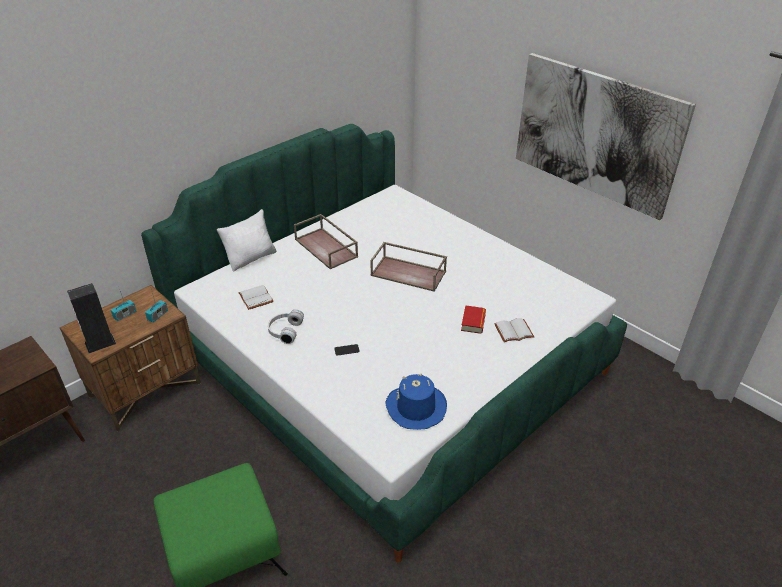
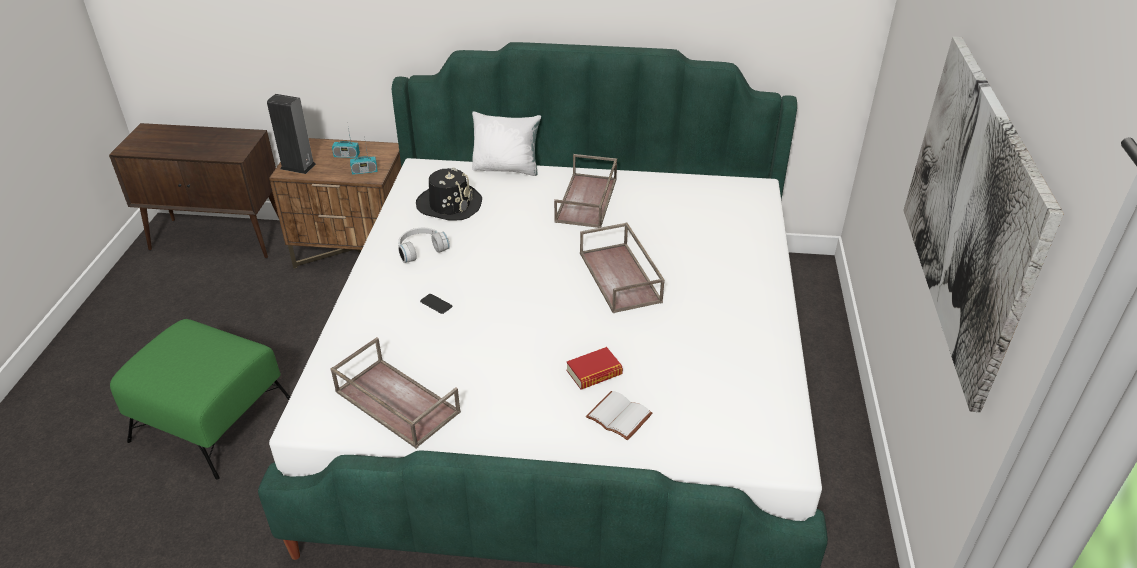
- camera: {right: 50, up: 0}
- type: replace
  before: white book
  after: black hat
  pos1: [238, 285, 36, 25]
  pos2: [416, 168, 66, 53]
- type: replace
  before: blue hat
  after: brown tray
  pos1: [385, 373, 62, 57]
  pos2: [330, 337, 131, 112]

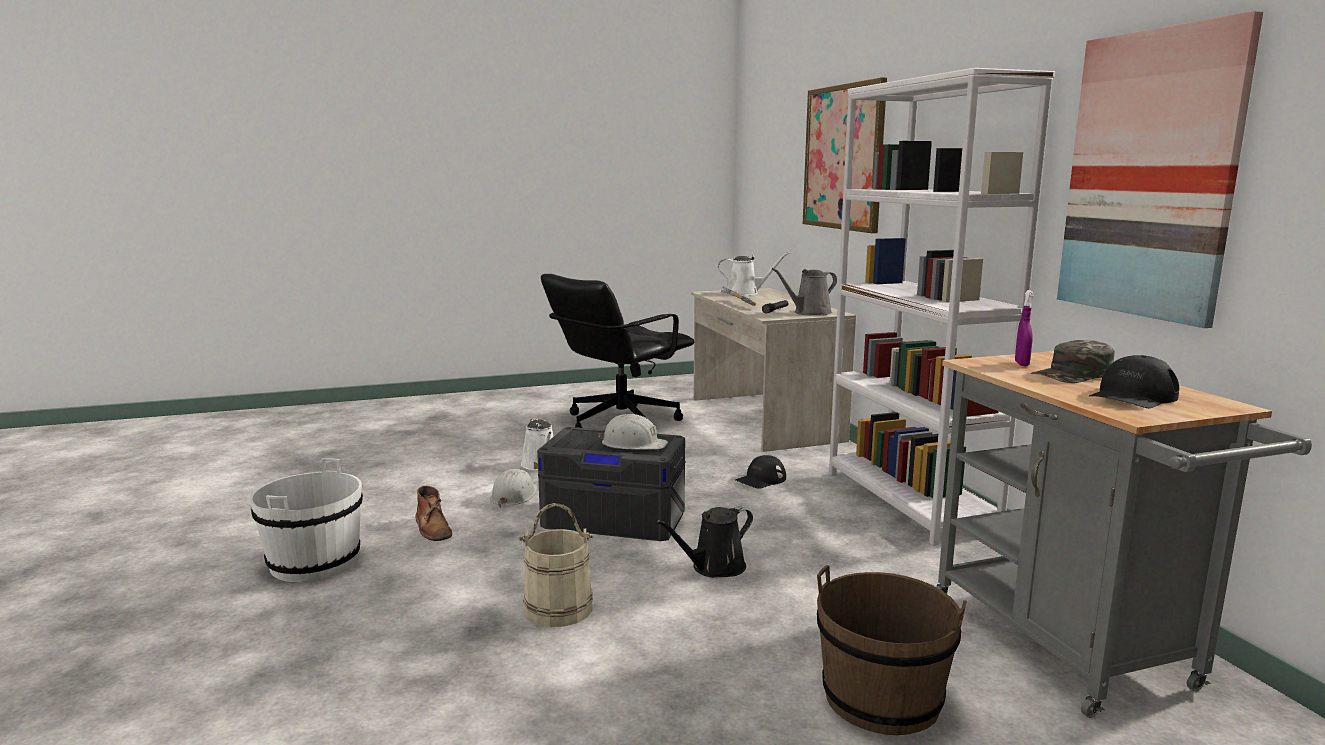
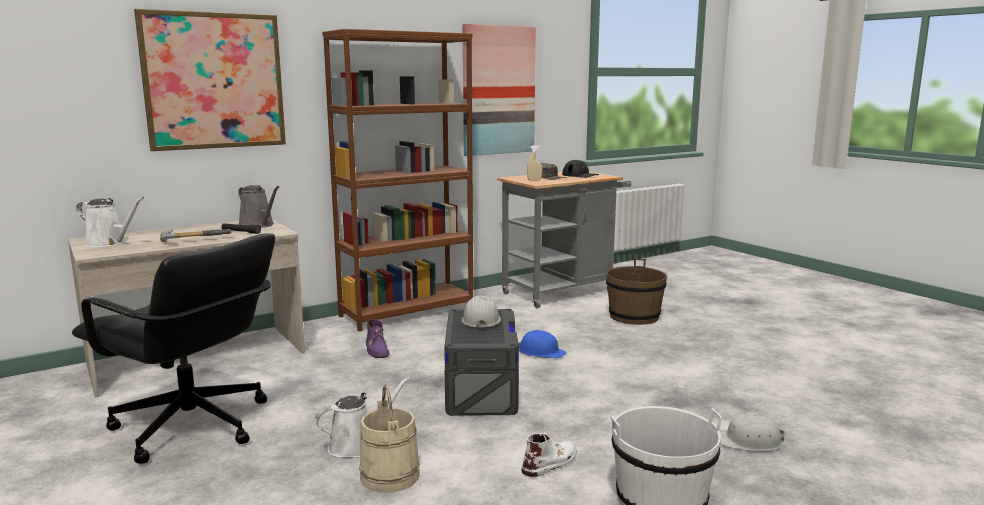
- camera: {right: -105, up: 0}
- type: recolor
  before: brown boot
  after: white boot
  pos1: [416, 486, 36, 55]
  pos2: [522, 432, 55, 45]
- type: move
  before: white hard hat
  pos1: [490, 469, 48, 39]
  pos2: [720, 412, 64, 40]
- type: move
  before: beige bucket
  pos1: [519, 503, 74, 124]
  pos2: [359, 385, 61, 108]
- type: replace
  before: black watering can
  after: blue hard hat
  pos1: [656, 507, 97, 71]
  pos2: [518, 330, 49, 28]
- type: rotate
  before: white watering can
  pos1: [718, 252, 71, 43]
  pos2: [76, 197, 68, 50]
  turn: 120
- type: replace
  before: black cap
  after: purple boot
  pos1: [735, 455, 51, 34]
  pos2: [366, 319, 23, 39]
- type: recolor
  before: white bookcase
  after: brown bookcase
  pos1: [829, 68, 226, 478]
  pos2: [322, 29, 151, 302]
- type: recolor
  before: purple spray bottle
  after: beige spray bottle
  pos1: [1015, 290, 19, 76]
  pos2: [527, 145, 15, 36]

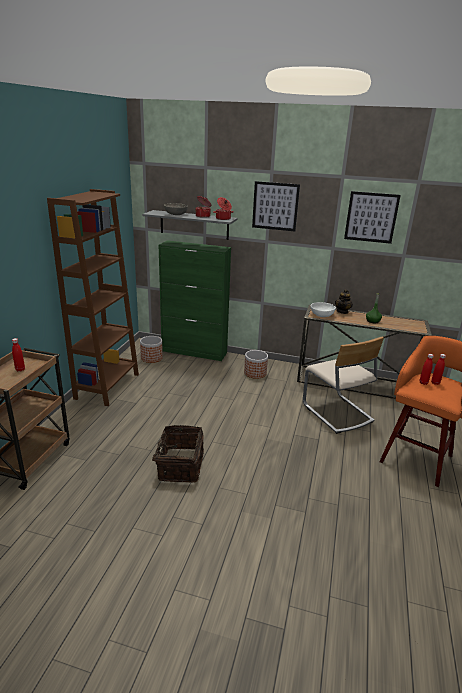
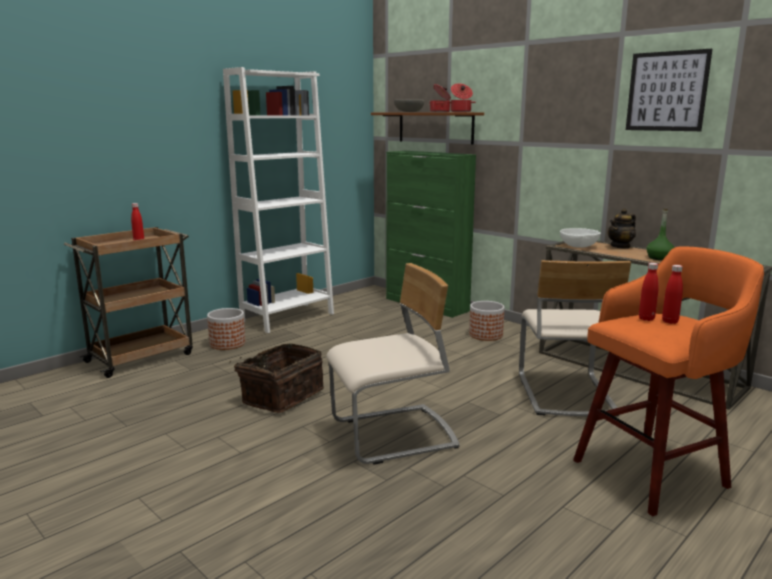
- camera: {right: 30, up: -10}
- type: recolor
  before: brown bookcase
  after: white bookcase
  pos1: [47, 189, 92, 217]
  pos2: [223, 67, 111, 266]
- type: move
  before: planter
  pos1: [140, 336, 23, 27]
  pos2: [207, 308, 38, 42]
- type: recolor
  before: grey shelf
  after: brown shelf
  pos1: [142, 210, 95, 30]
  pos2: [371, 112, 113, 32]
- type: delete
  before: picture
  pos1: [252, 181, 48, 50]
- type: insert
  after: beige chair
  pos2: [326, 263, 134, 202]

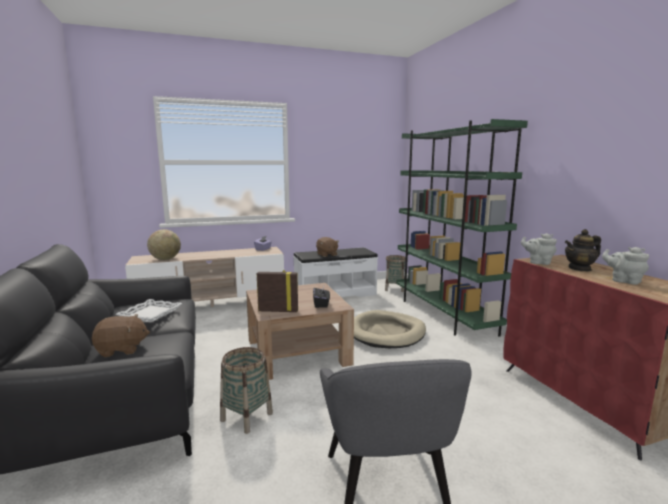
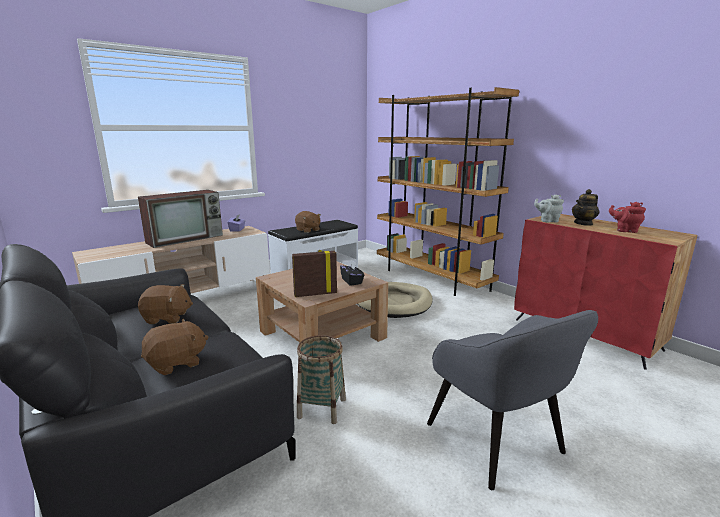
- camera: {right: -20, up: 5}
- type: replace
  before: white tray
  after: brown plush toy
  pos1: [116, 299, 66, 23]
  pos2: [138, 284, 55, 40]
- type: delete
  before: globe
  pos1: [147, 229, 34, 31]
- type: delete
  before: basket
  pos1: [385, 255, 21, 37]
- type: recolor
  before: green bookcase
  after: brown bookcase
  pos1: [396, 119, 132, 218]
  pos2: [377, 87, 142, 209]
- type: recolor
  before: grey teapot
  after: red teapot
  pos1: [602, 247, 47, 38]
  pos2: [609, 202, 37, 31]
- type: insert
  after: television
  pos2: [138, 190, 85, 58]

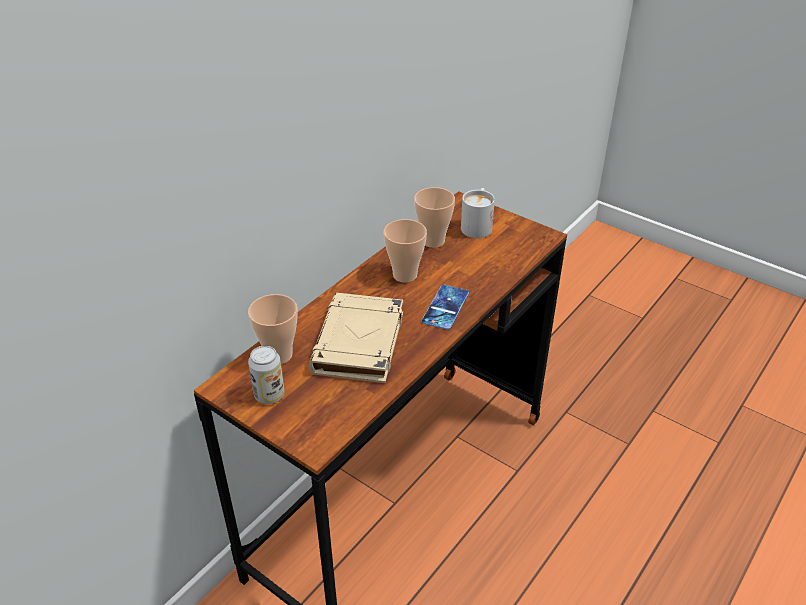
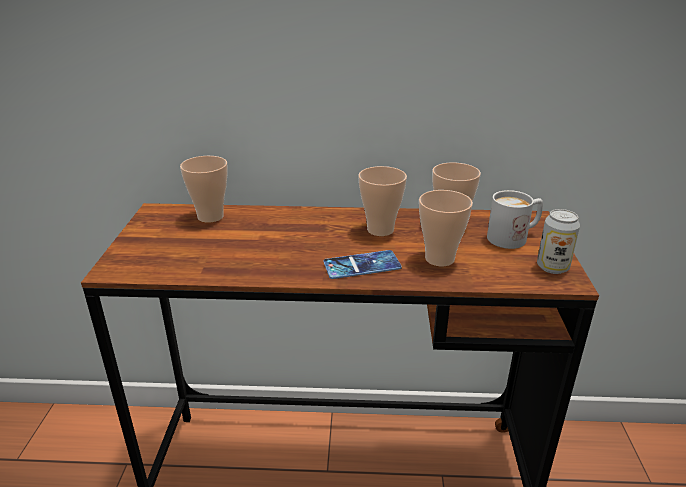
- camera: {right: 55, up: -10}
- type: move
  before: can
  pos1: [248, 346, 37, 58]
  pos2: [537, 209, 43, 65]
- type: delete
  before: beige book
  pos1: [308, 293, 95, 90]
- type: insert
  after: cup
  pos2: [419, 190, 54, 77]

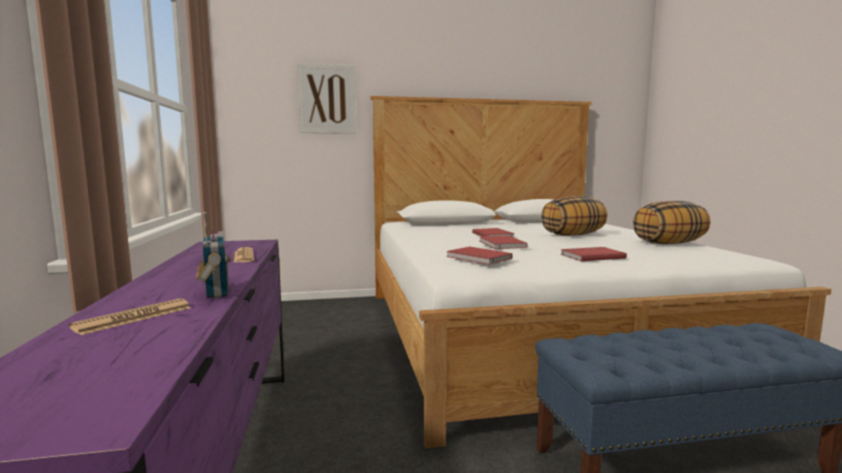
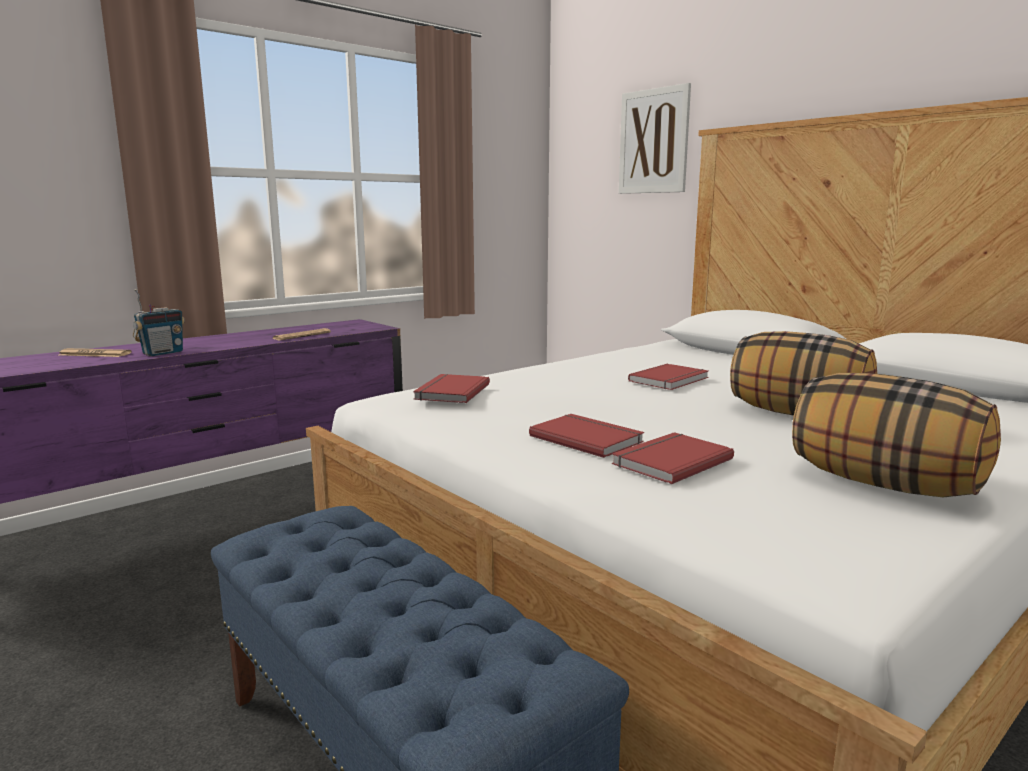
- camera: {right: 60, up: 5}
- type: move
  before: red book
  pos1: [480, 236, 48, 13]
  pos2: [612, 432, 122, 52]

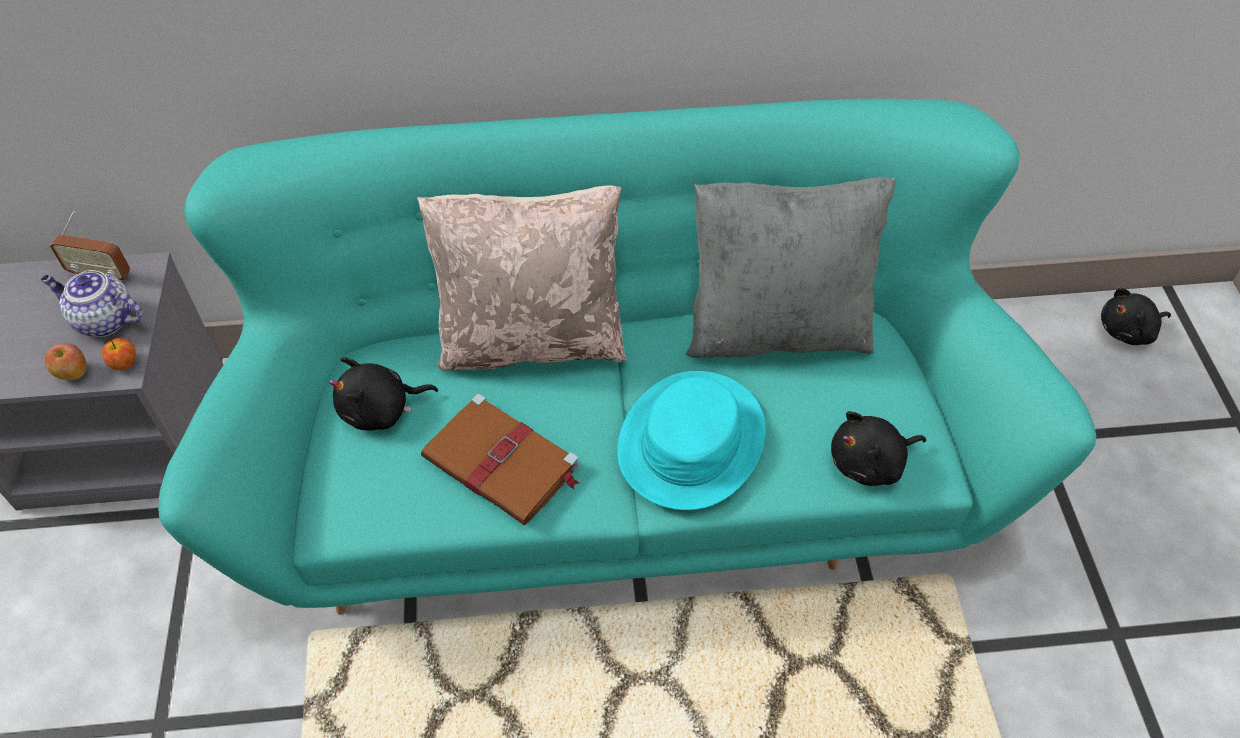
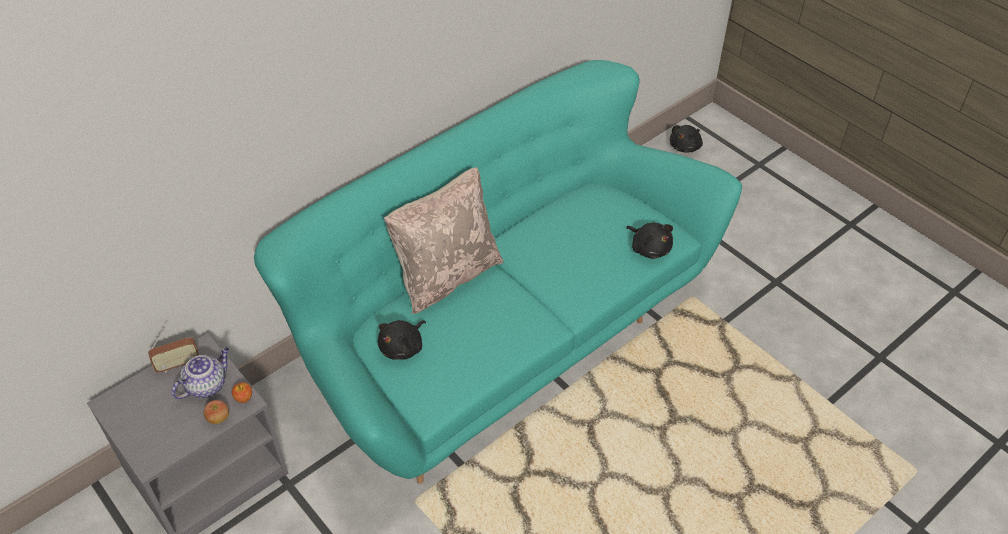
- camera: {right: -35, up: -5}
- type: rotate
  before: teapot
  pos1: [41, 270, 102, 67]
  pos2: [171, 347, 58, 52]
  turn: 150
- type: delete
  before: brown book
  pos1: [421, 394, 158, 132]
- type: delete
  before: turquoise hat
  pos1: [617, 371, 149, 139]
- type: delete
  before: grey pillow
  pos1: [686, 177, 209, 181]
- type: rotate
  before: black plush toy
  pos1: [831, 411, 95, 75]
  pos2: [626, 223, 47, 36]
  turn: -75

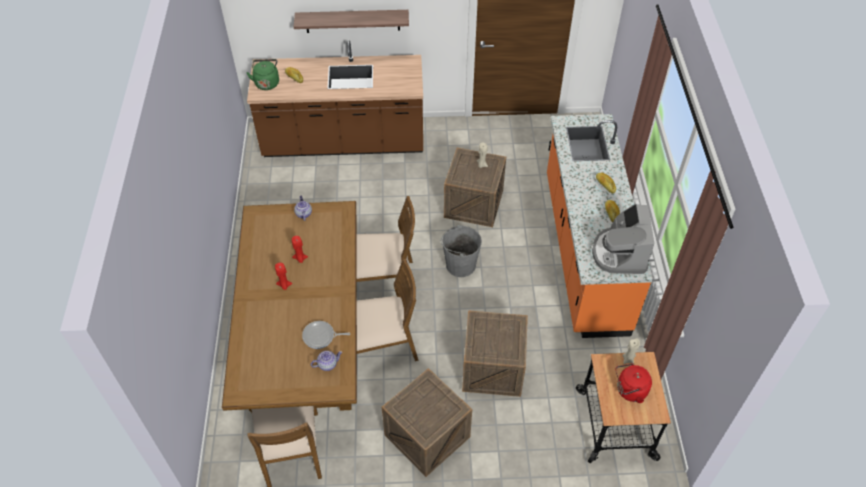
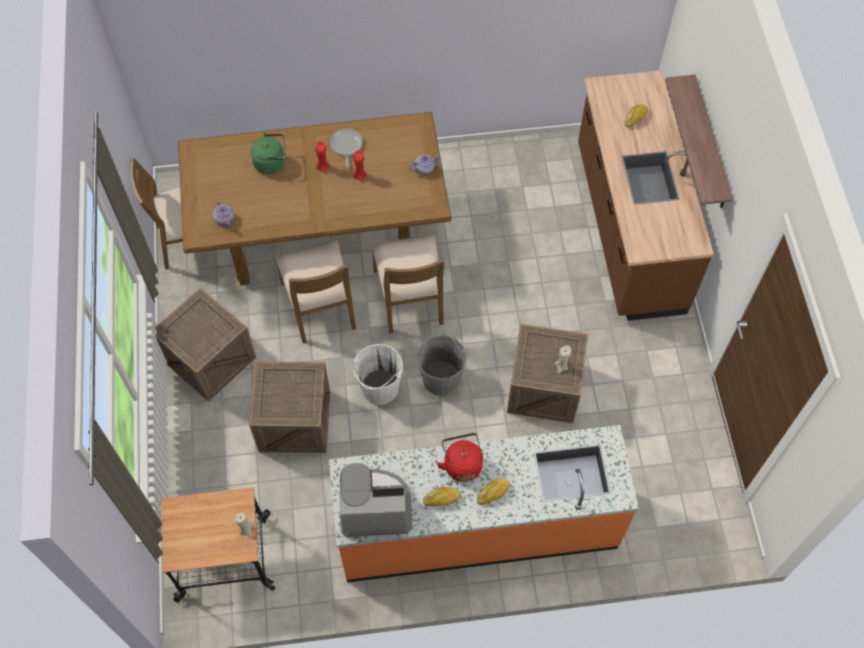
- camera: {right: 85, up: 10}
- type: move
  before: green kettle
  pos1: [247, 59, 32, 31]
  pos2: [251, 133, 35, 41]
- type: move
  before: frying pan
  pos1: [302, 321, 48, 28]
  pos2: [330, 128, 33, 40]
- type: move
  before: red kettle
  pos1: [615, 363, 37, 40]
  pos2: [437, 433, 46, 49]
- type: insert
  after: white bucket
  pos2: [353, 344, 50, 61]

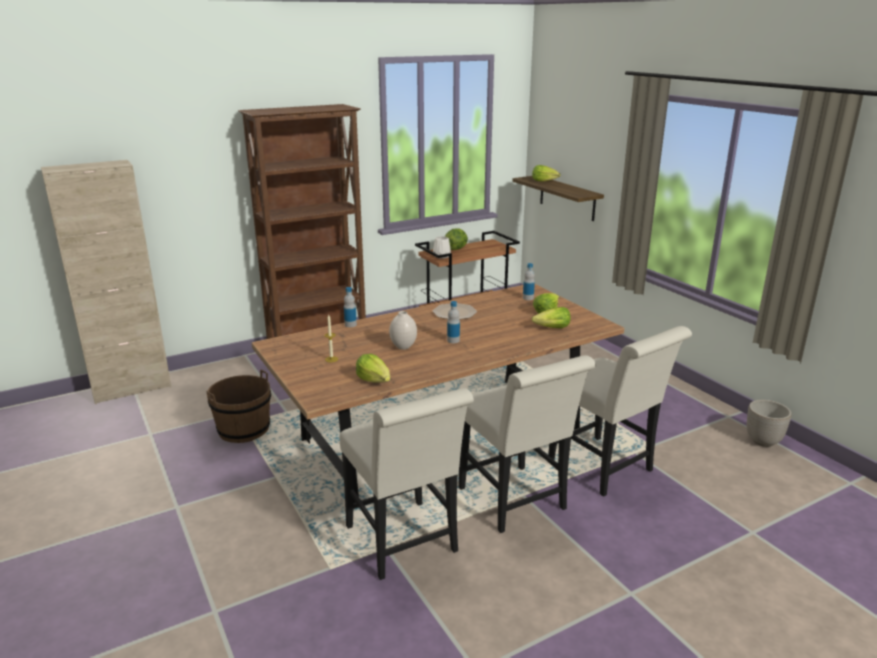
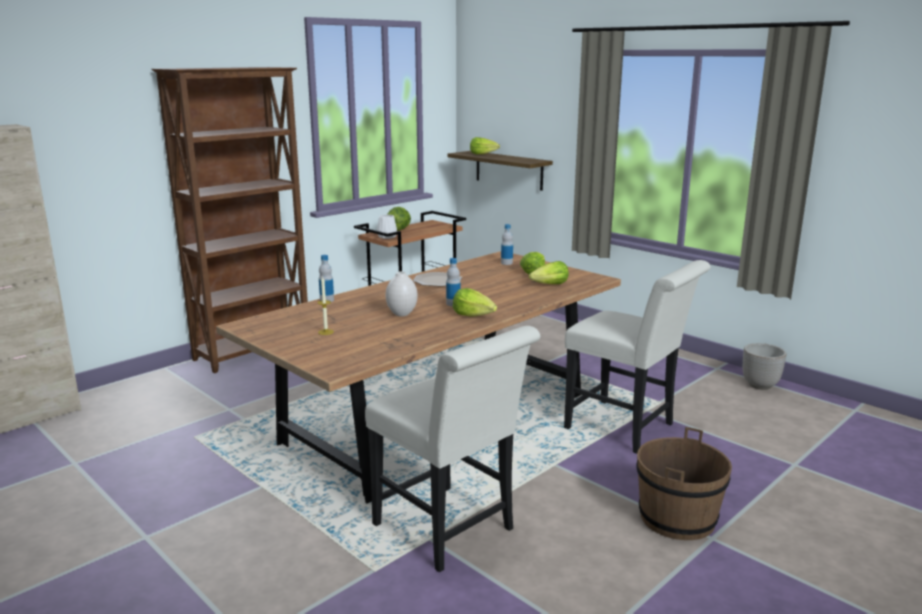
- camera: {right: -15, up: -5}
- type: move
  before: brown bucket
  pos1: [207, 370, 64, 73]
  pos2: [636, 427, 96, 113]
- type: move
  before: lettuce
  pos1: [356, 354, 34, 29]
  pos2: [453, 288, 44, 29]
- type: delete
  before: white chair
  pos1: [458, 355, 138, 178]

